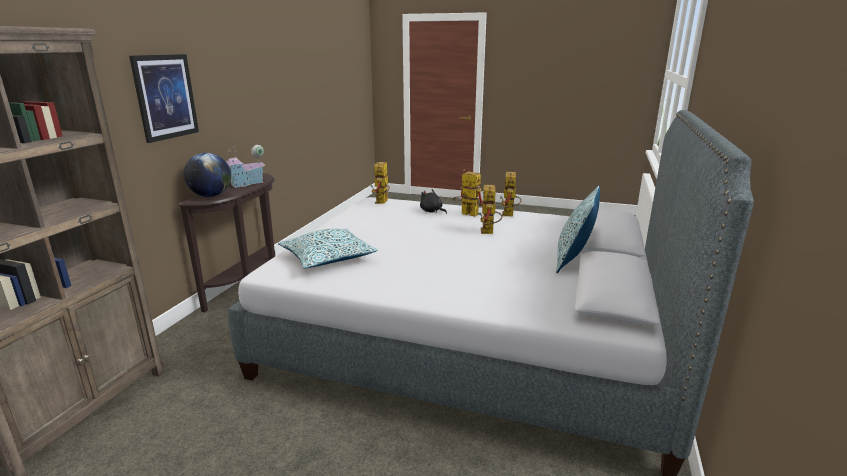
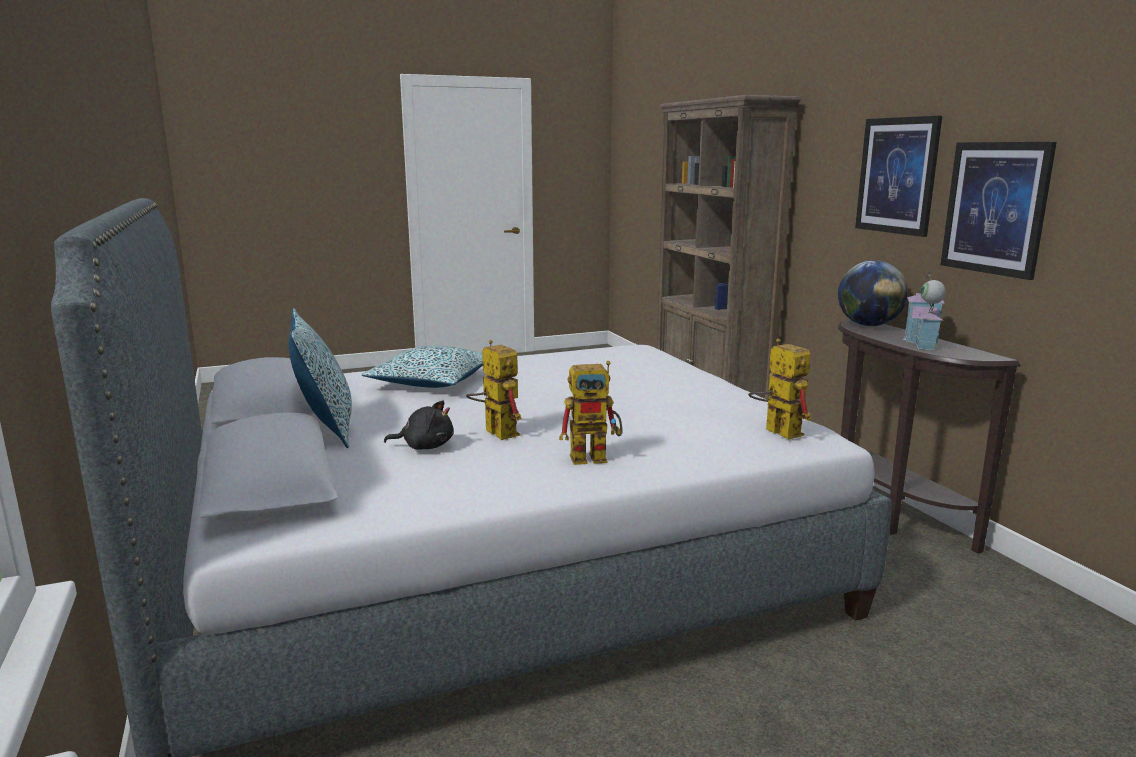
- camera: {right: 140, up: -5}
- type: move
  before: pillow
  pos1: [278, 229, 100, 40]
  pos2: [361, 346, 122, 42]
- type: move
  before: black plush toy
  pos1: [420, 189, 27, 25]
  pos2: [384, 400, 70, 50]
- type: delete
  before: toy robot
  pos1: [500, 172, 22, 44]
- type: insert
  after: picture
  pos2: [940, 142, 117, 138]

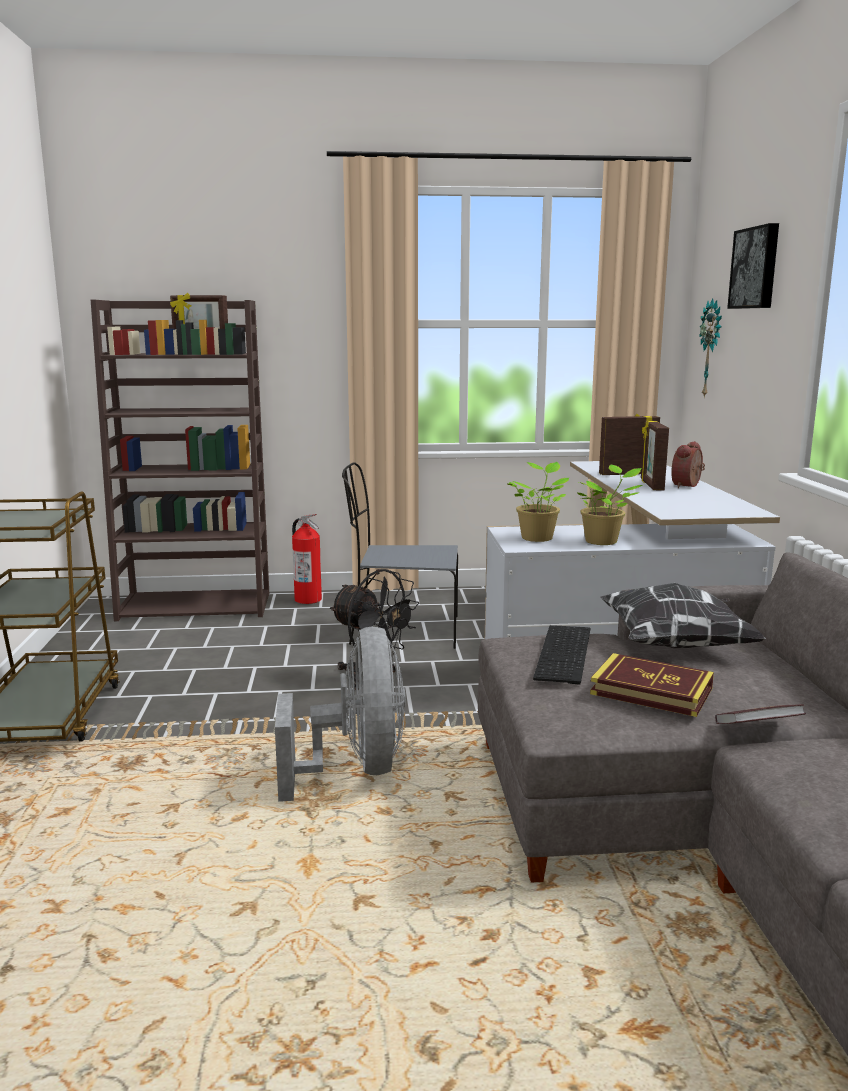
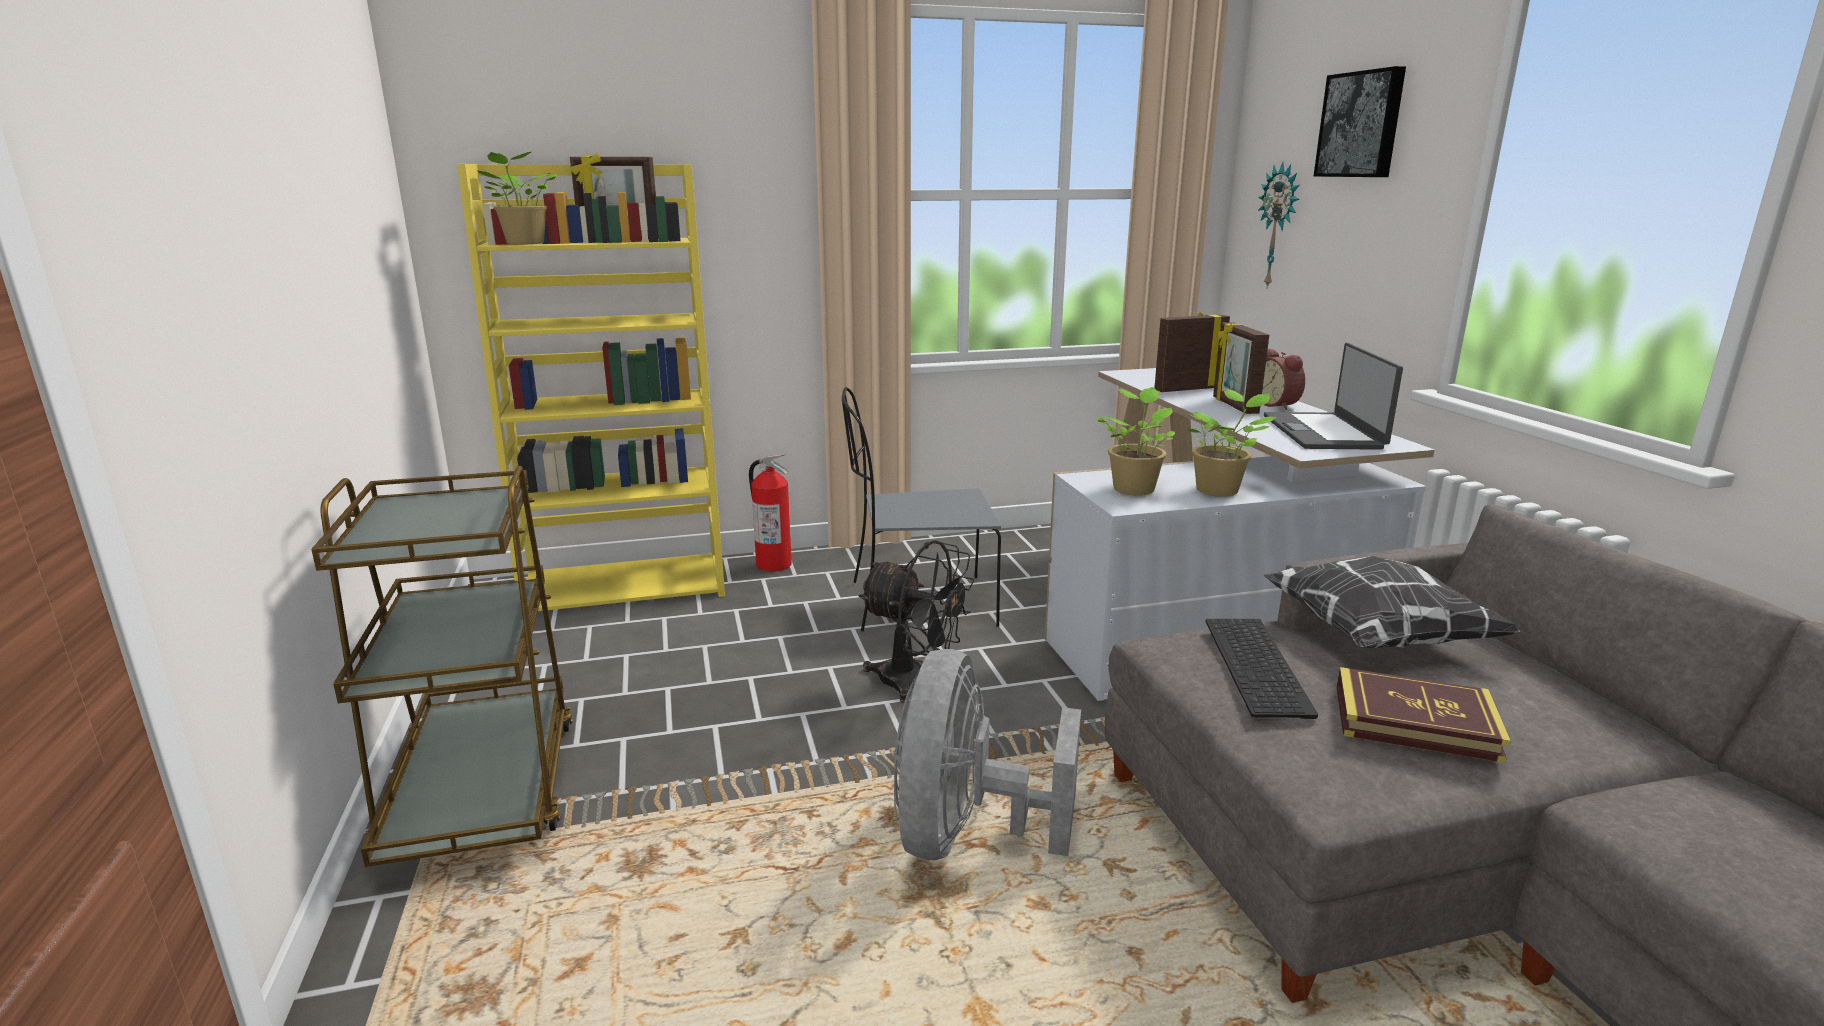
- camera: {right: -10, up: 5}
- type: recolor
  before: brown bookcase
  after: yellow bookcase
  pos1: [91, 300, 178, 321]
  pos2: [457, 164, 268, 447]
- type: rotate
  before: grey fan
  pos1: [275, 627, 131, 175]
  pos2: [894, 649, 187, 211]
  turn: -150
- type: rotate
  before: alarm clock
  pos1: [671, 441, 34, 47]
  pos2: [1262, 349, 43, 61]
  turn: -45
- type: delete
  before: book
  pos1: [715, 704, 91, 20]
- type: insert
  after: potted plant
  pos2: [478, 152, 79, 93]
- type: insert
  after: laptop
  pos2: [1264, 343, 139, 107]

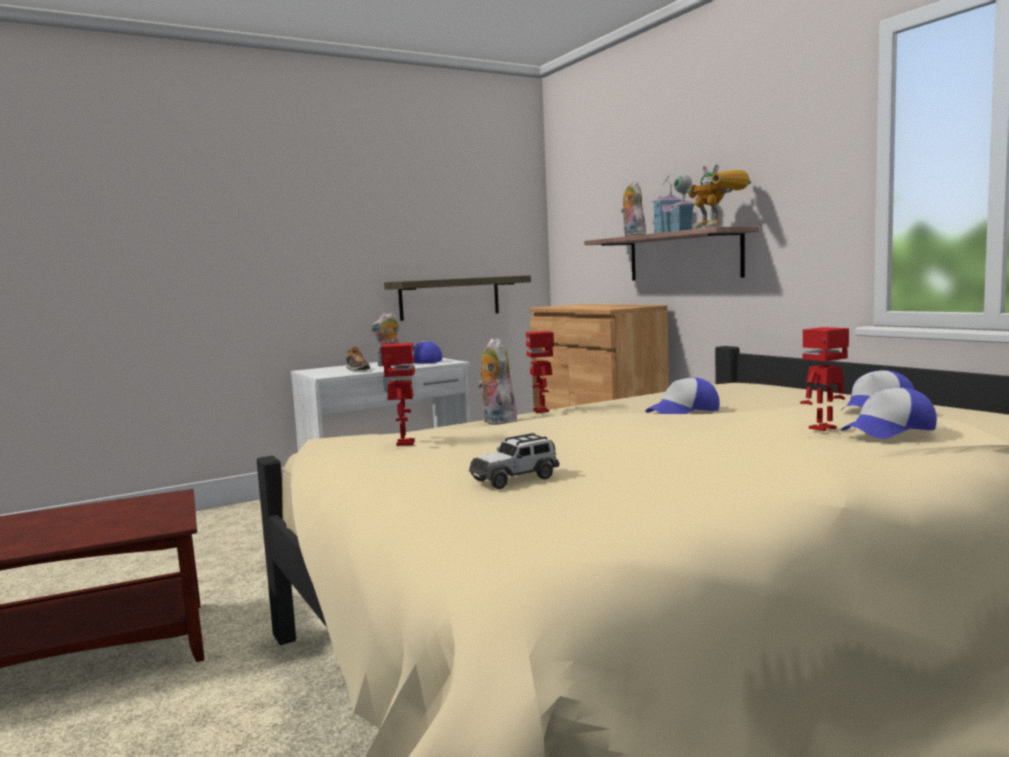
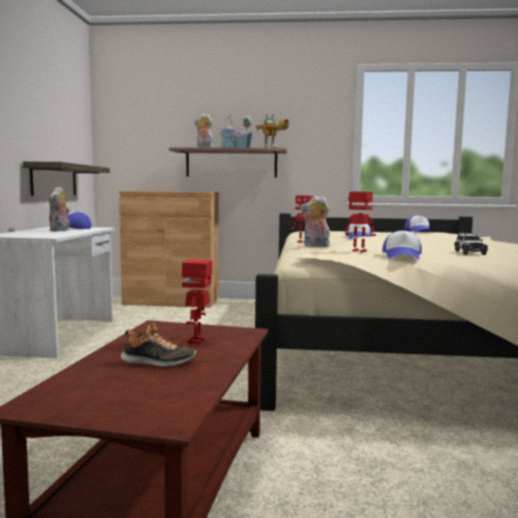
- camera: {right: -55, up: 0}
- type: move
  before: shoe
  pos1: [346, 346, 24, 25]
  pos2: [121, 323, 76, 44]
- type: move
  before: toy robot
  pos1: [800, 327, 49, 104]
  pos2: [182, 259, 30, 85]
- type: move
  before: cap
  pos1: [841, 387, 96, 52]
  pos2: [383, 231, 39, 29]

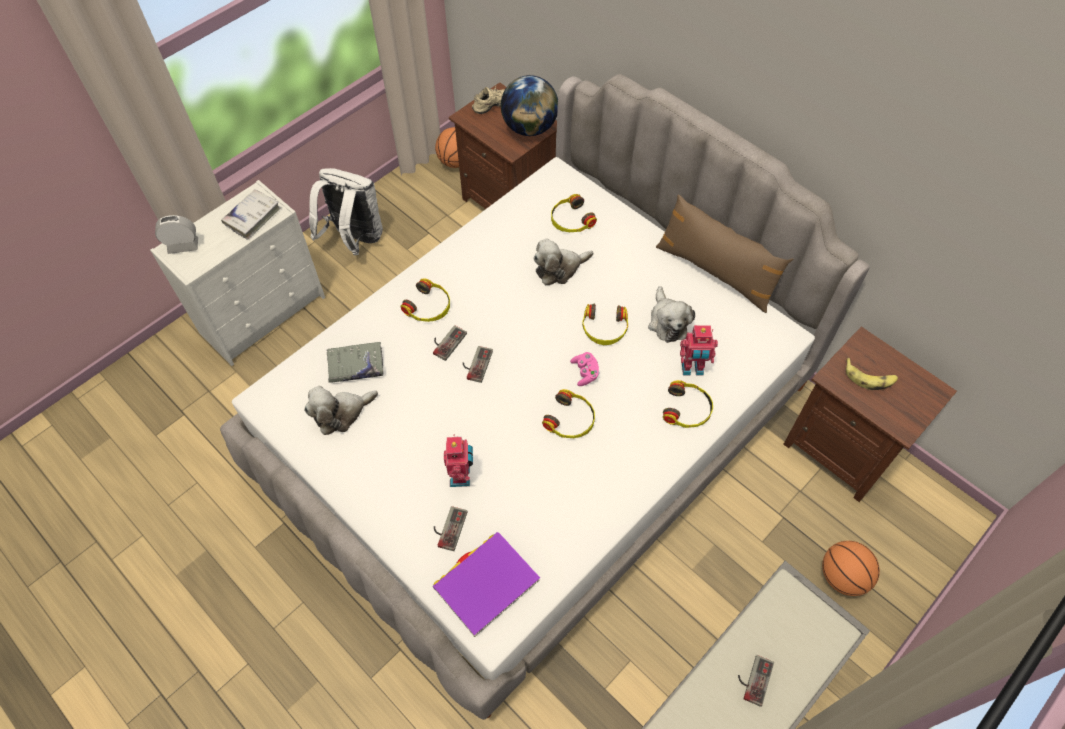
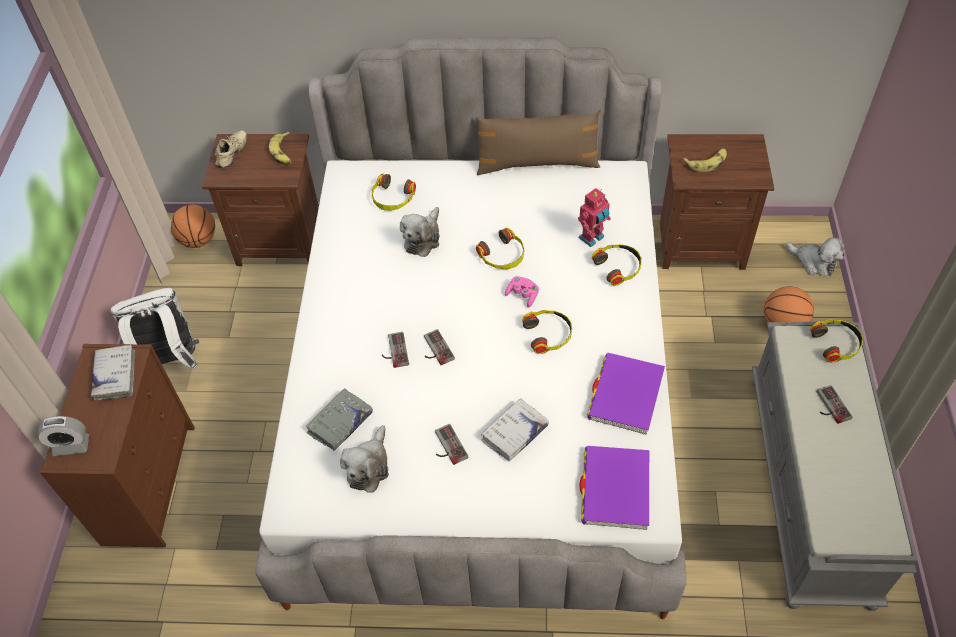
- camera: {right: -40, up: -5}
- type: recolor
  before: white dresser
  after: brown dresser
  pos1: [150, 180, 175, 186]
  pos2: [40, 344, 155, 204]
- type: rotate
  before: alarm clock
  pos1: [155, 215, 43, 39]
  pos2: [37, 416, 52, 40]
  turn: -135
- type: move
  before: headphones
  pos1: [401, 278, 49, 44]
  pos2: [810, 319, 53, 43]
- type: move
  before: game controller
  pos1: [434, 506, 33, 45]
  pos2: [435, 424, 33, 41]
- type: replace
  before: toy robot
  after: white book
  pos1: [444, 435, 29, 52]
  pos2: [481, 398, 68, 63]
- type: replace
  before: globe
  after: banana
  pos1: [501, 75, 57, 61]
  pos2: [269, 132, 23, 33]
- type: move
  before: plush toy
  pos1: [648, 286, 47, 57]
  pos2: [786, 238, 58, 38]
- type: insert
  after: purple book
  pos2: [587, 353, 78, 82]

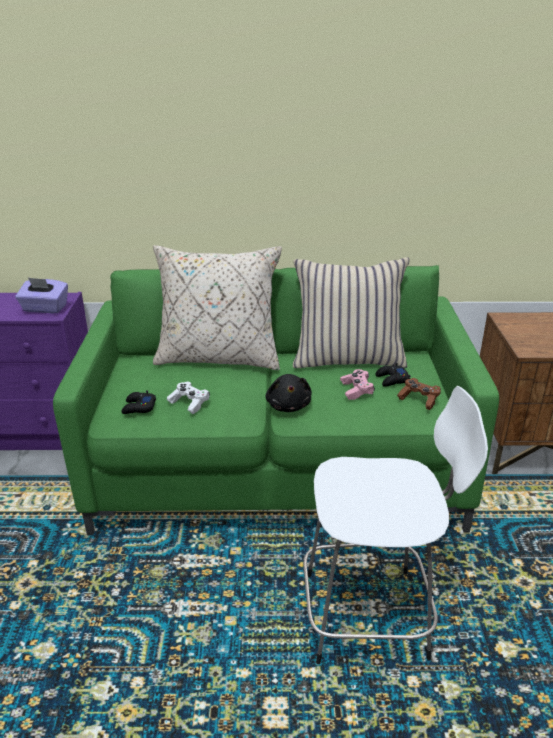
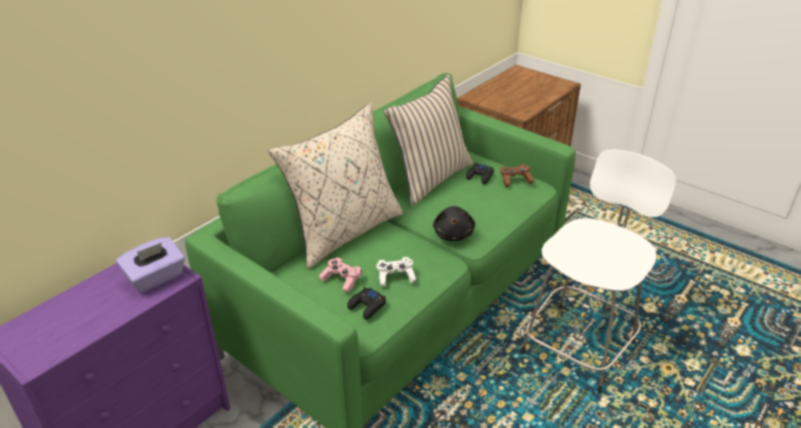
- camera: {right: -50, up: 5}
- type: rotate
  before: black plush toy
  pos1: [266, 374, 46, 38]
  pos2: [433, 206, 42, 35]
  turn: 60
- type: move
  before: pink game controller
  pos1: [340, 369, 35, 31]
  pos2: [319, 257, 43, 36]

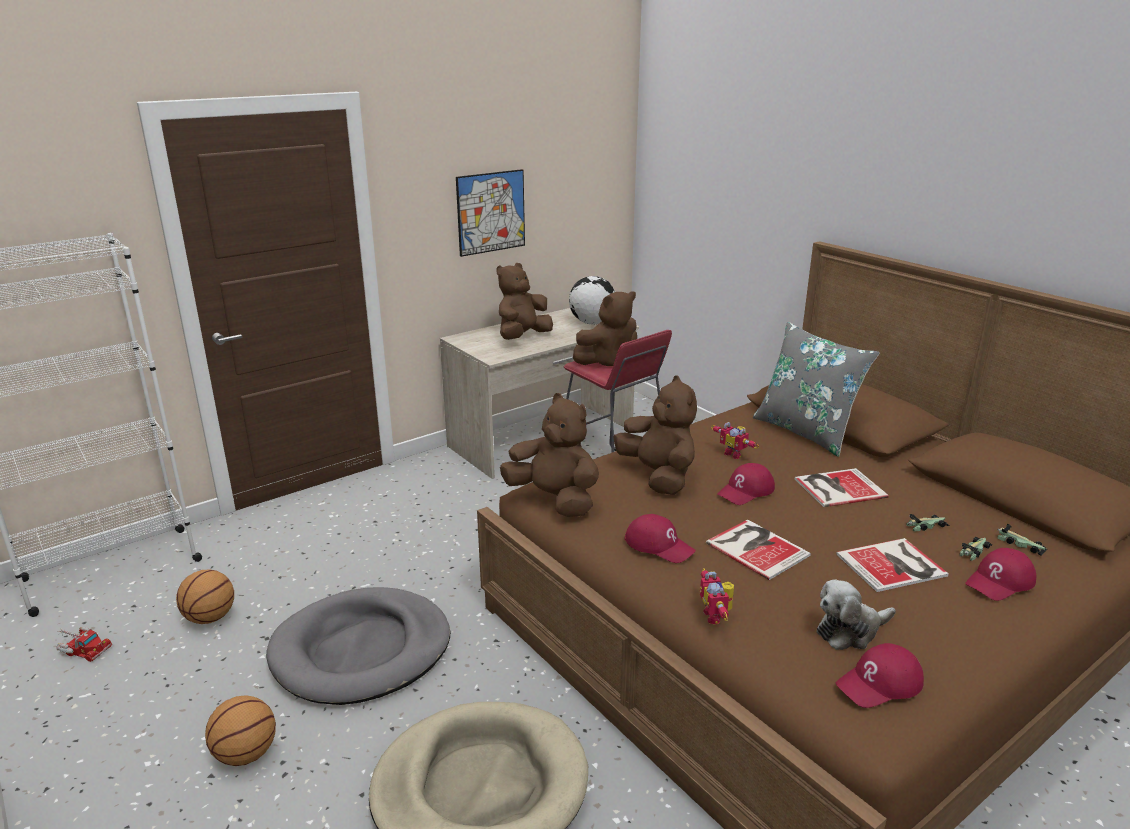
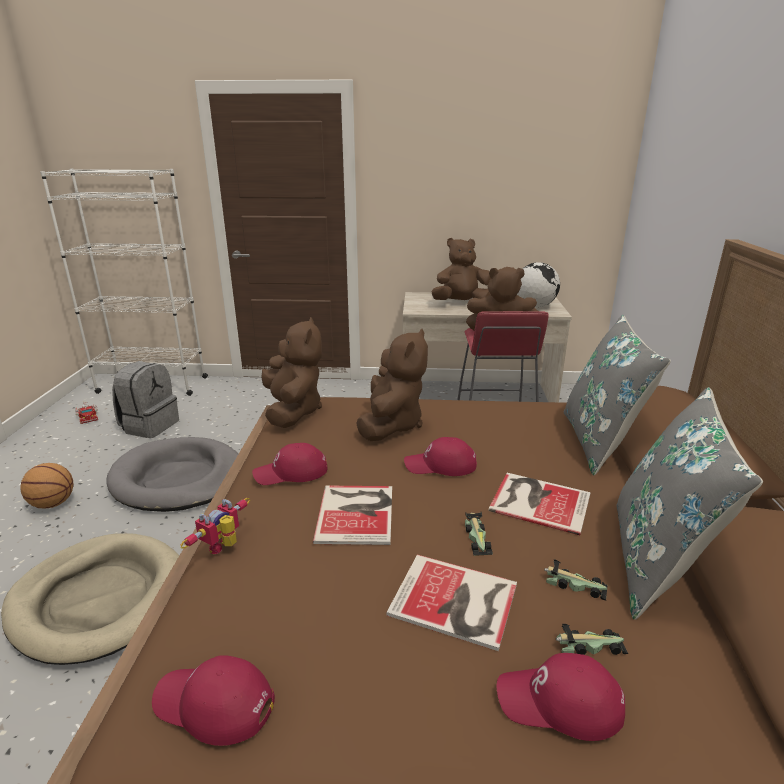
- camera: {right: 40, up: 0}
- type: replace
  before: basketball
  after: grey backpack
  pos1: [176, 569, 58, 55]
  pos2: [112, 361, 67, 77]
- type: delete
  before: picture
  pos1: [456, 169, 69, 88]
- type: rotate
  before: red cap
  pos1: [624, 514, 72, 49]
  pos2: [252, 443, 76, 42]
  turn: 90
- type: delete
  before: toy robot
  pos1: [711, 422, 48, 37]
- type: delete
  before: plush toy
  pos1: [817, 579, 79, 71]
- type: move
  before: toy car
  pos1: [997, 524, 50, 32]
  pos2: [465, 512, 28, 44]
- type: insert
  after: grey pillow
  pos2: [616, 387, 147, 233]

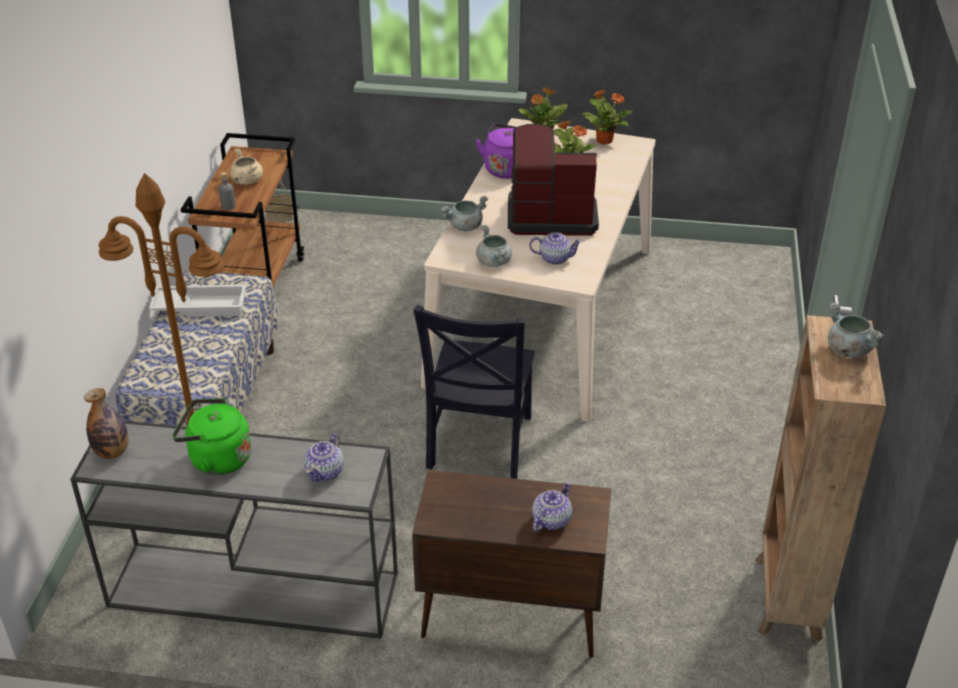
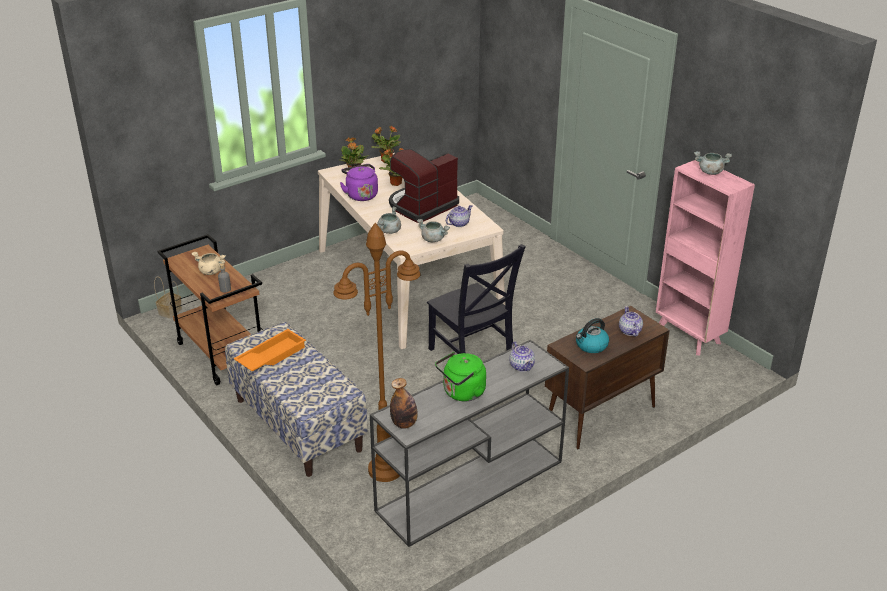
- camera: {right: -45, up: -5}
- type: recolor
  before: white tray
  after: orange tray
  pos1: [149, 285, 97, 32]
  pos2: [234, 329, 72, 43]
- type: recolor
  before: brown bookcase
  after: pink bookcase
  pos1: [755, 315, 131, 327]
  pos2: [656, 160, 99, 195]
- type: insert
  after: kettle
  pos2: [576, 318, 33, 35]

